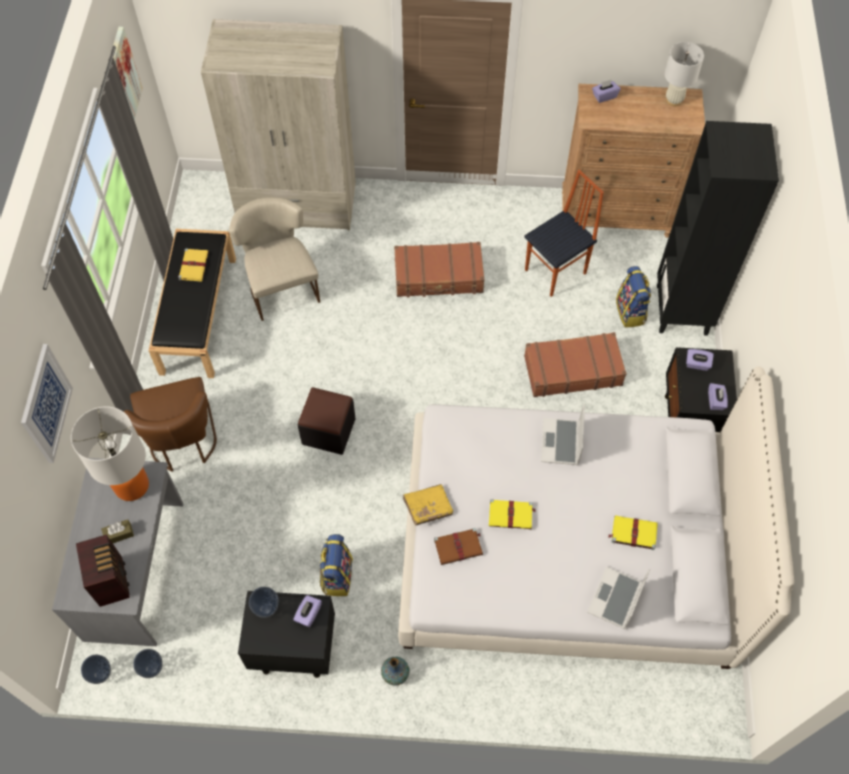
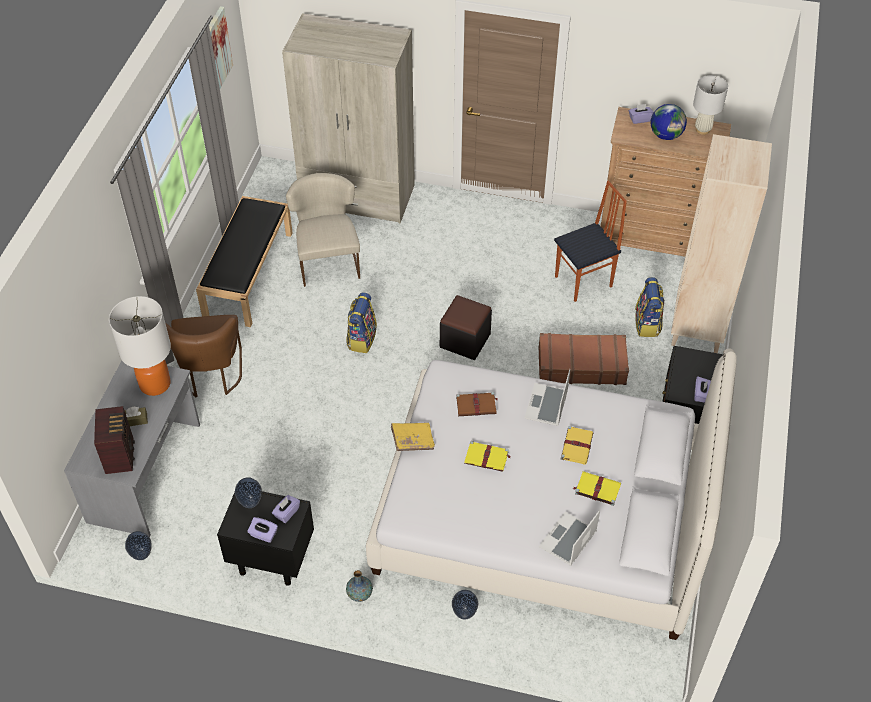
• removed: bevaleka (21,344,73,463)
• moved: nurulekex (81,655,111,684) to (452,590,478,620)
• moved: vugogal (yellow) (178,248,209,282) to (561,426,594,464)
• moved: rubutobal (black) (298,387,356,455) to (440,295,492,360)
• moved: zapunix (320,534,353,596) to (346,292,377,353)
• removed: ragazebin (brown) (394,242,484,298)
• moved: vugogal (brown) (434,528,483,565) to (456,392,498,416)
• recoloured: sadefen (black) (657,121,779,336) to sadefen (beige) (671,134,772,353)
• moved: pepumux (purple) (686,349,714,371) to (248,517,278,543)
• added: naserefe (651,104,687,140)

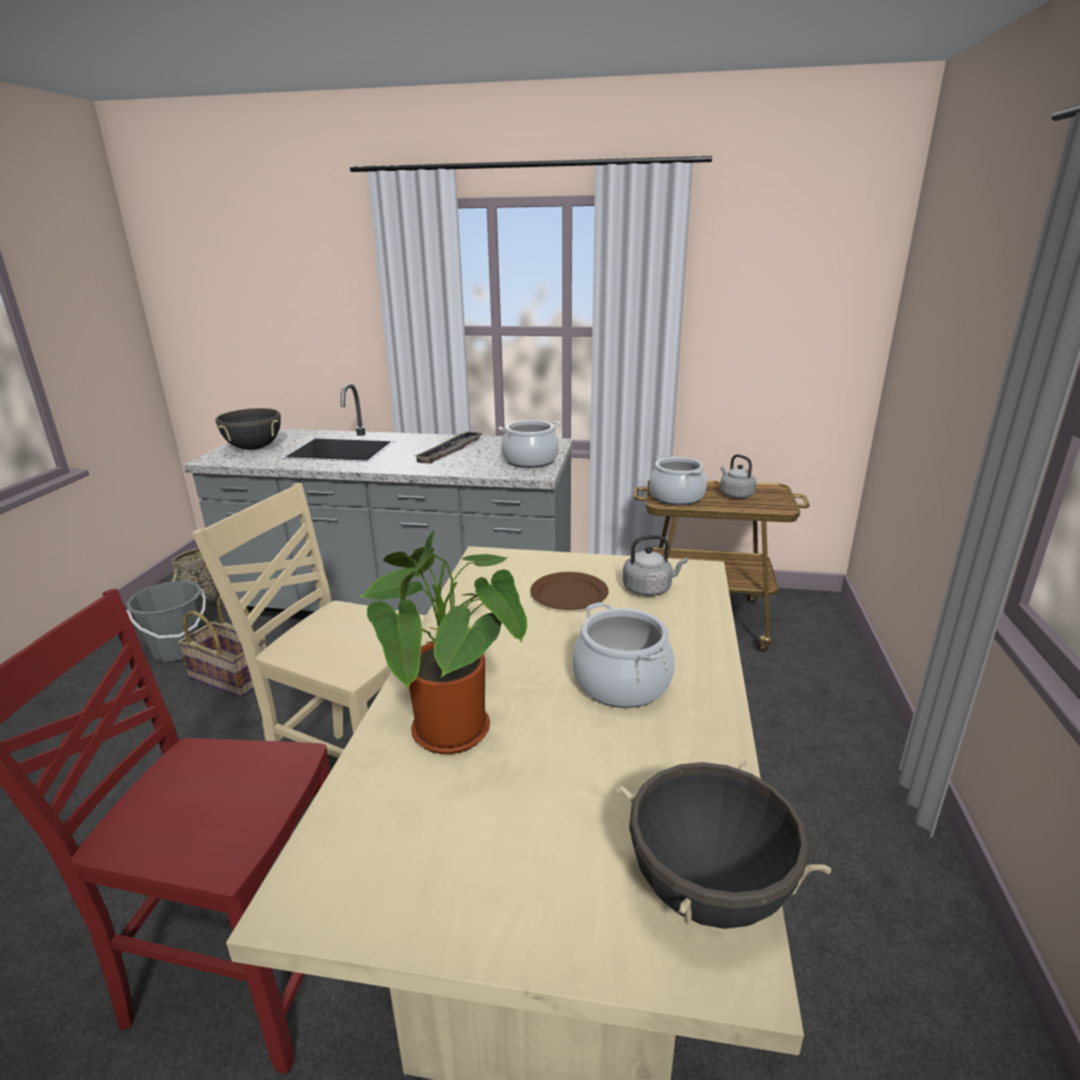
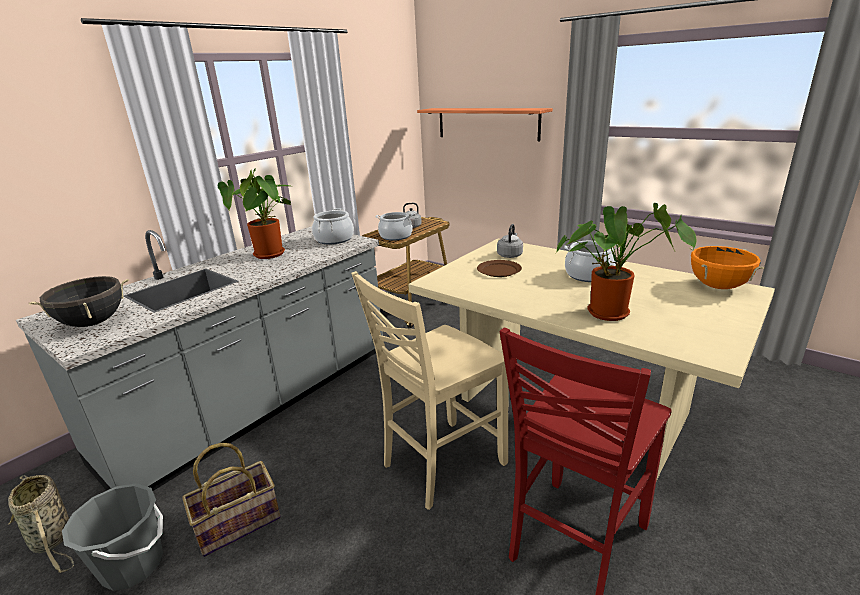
• replaced: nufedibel (413,431,482,464) to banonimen (218,168,291,259)
• recoloured: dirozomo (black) (617,758,831,929) to dirozomo (orange) (689,246,765,289)
• added: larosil (417,108,553,141)

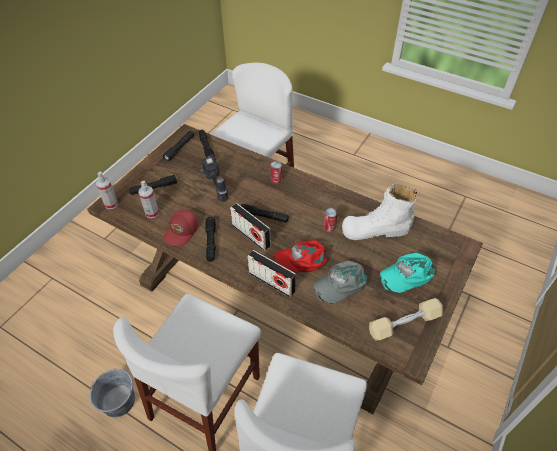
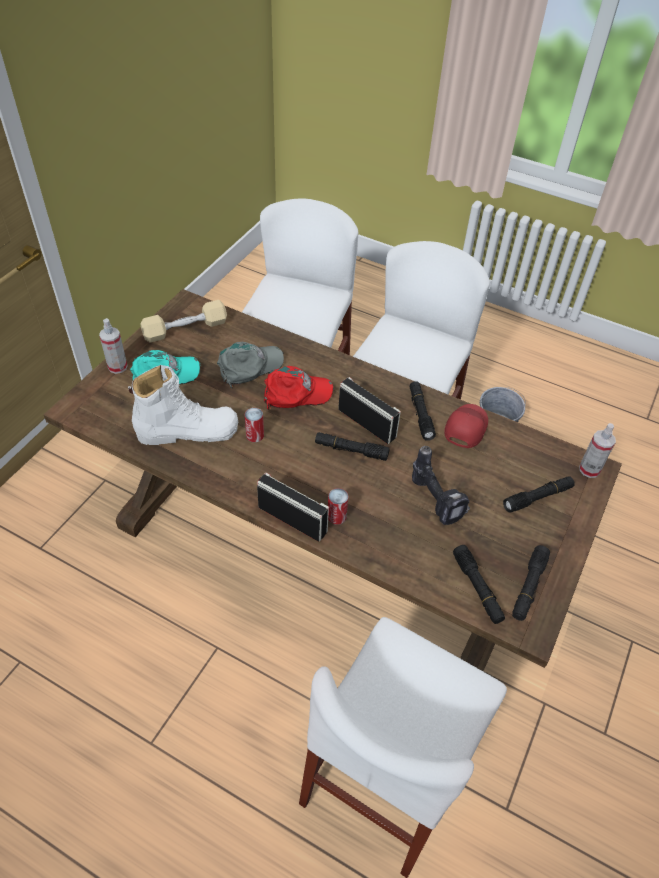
• moved: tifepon (138,181,159,218) to (99,318,128,374)
• moved: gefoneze (247,250,296,297) to (257,473,329,542)

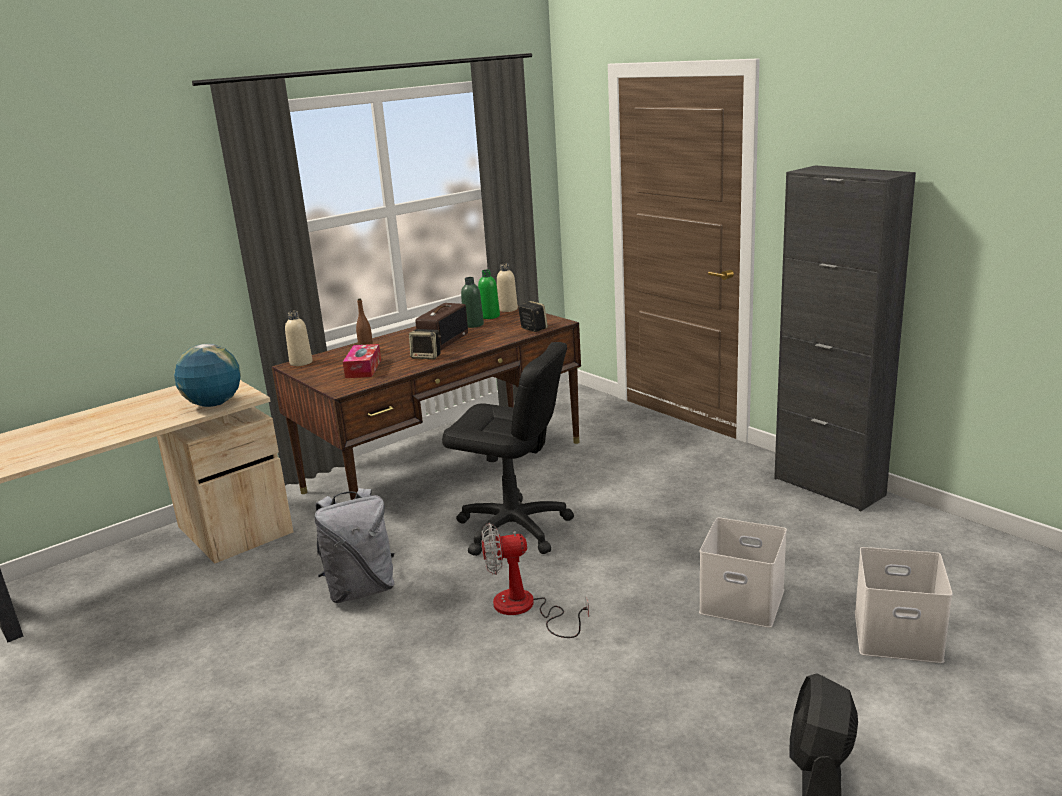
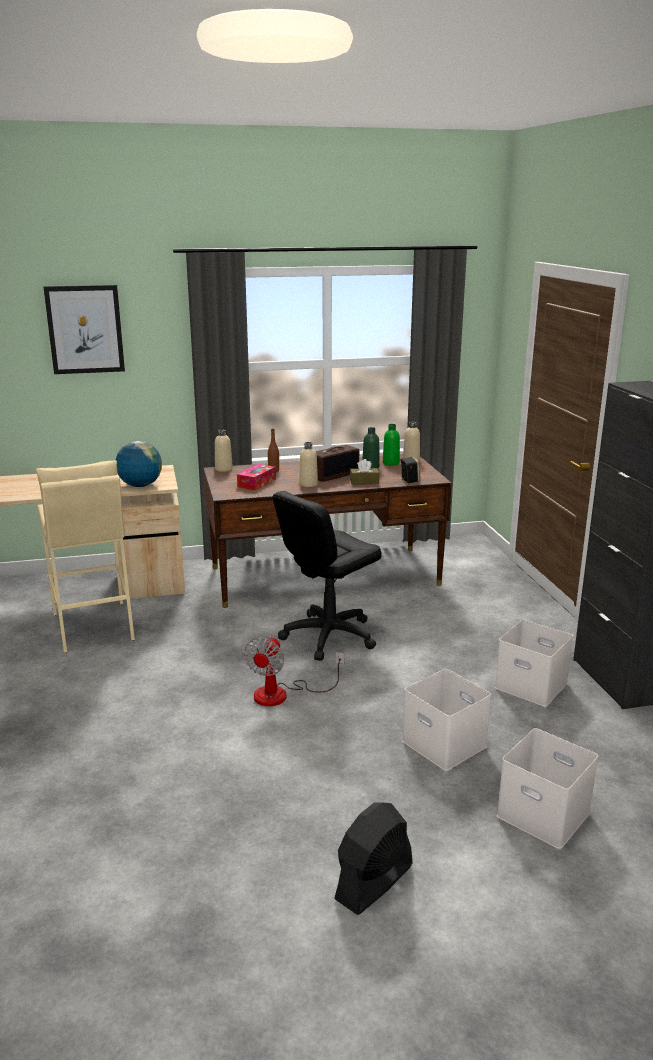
• removed: zapunix (grey) (315,488,394,603)
• replaced: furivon (409,329,441,359) to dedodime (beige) (299,442,318,487)
• turned: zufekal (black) (442,342,574,556) = (272,491,382,661) 90 degrees clockwise
• turned: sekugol (482,523,589,638) = (244,636,344,706) 90 degrees counterclockwise
• added: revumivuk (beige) (36,460,135,653)
• added: bevaleka (44,285,125,374)
• added: pepumux (brown) (350,459,380,485)
• added: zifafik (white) (495,620,573,707)

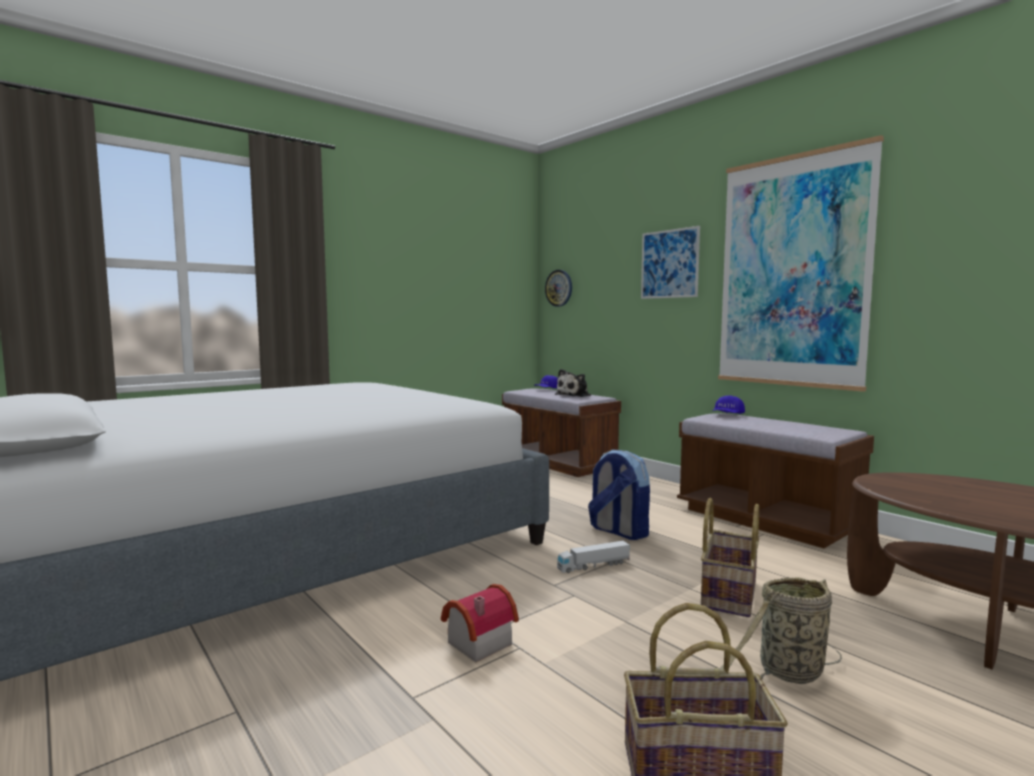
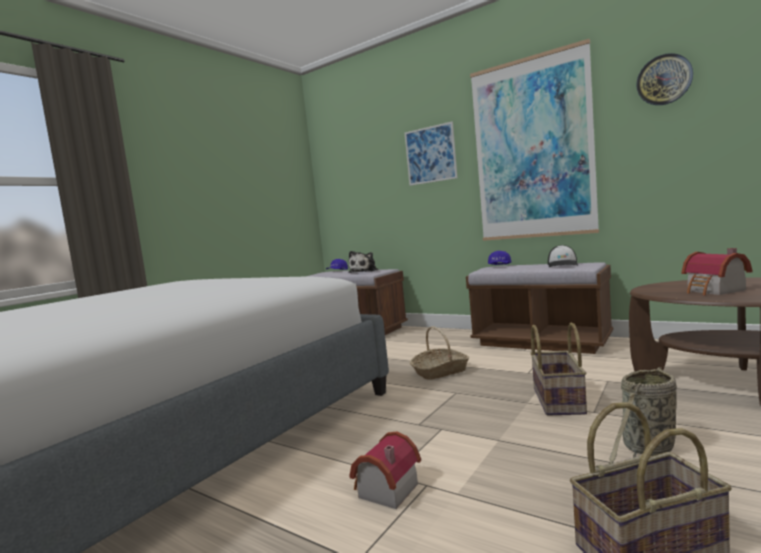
• moved: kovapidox (545,270,572,307) to (636,53,693,105)
• removed: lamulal (557,541,630,573)
• replaced: zapunix (588,450,650,540) to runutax (410,326,469,380)
• added: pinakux (548,245,578,267)
• added: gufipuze (681,248,752,295)

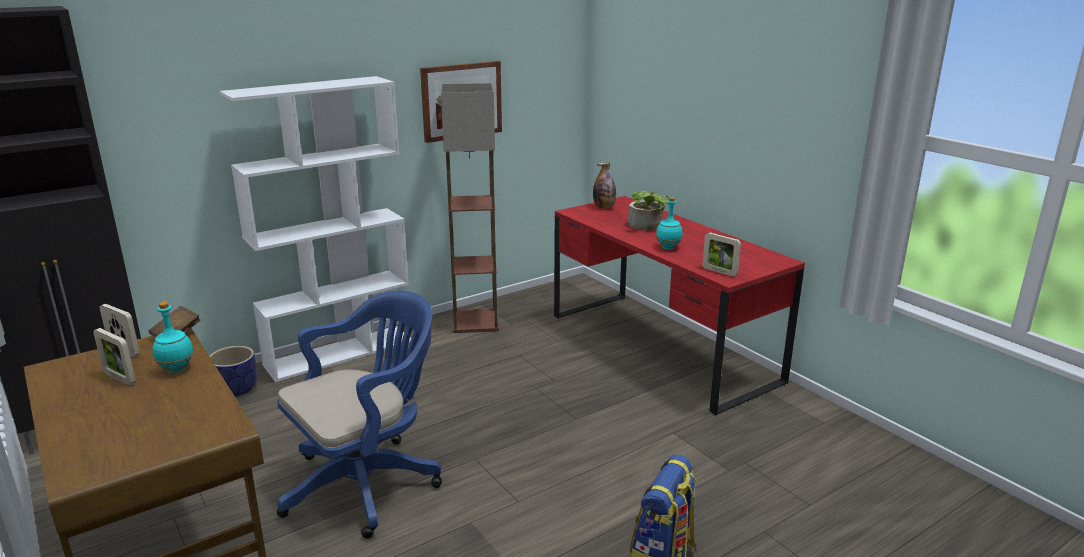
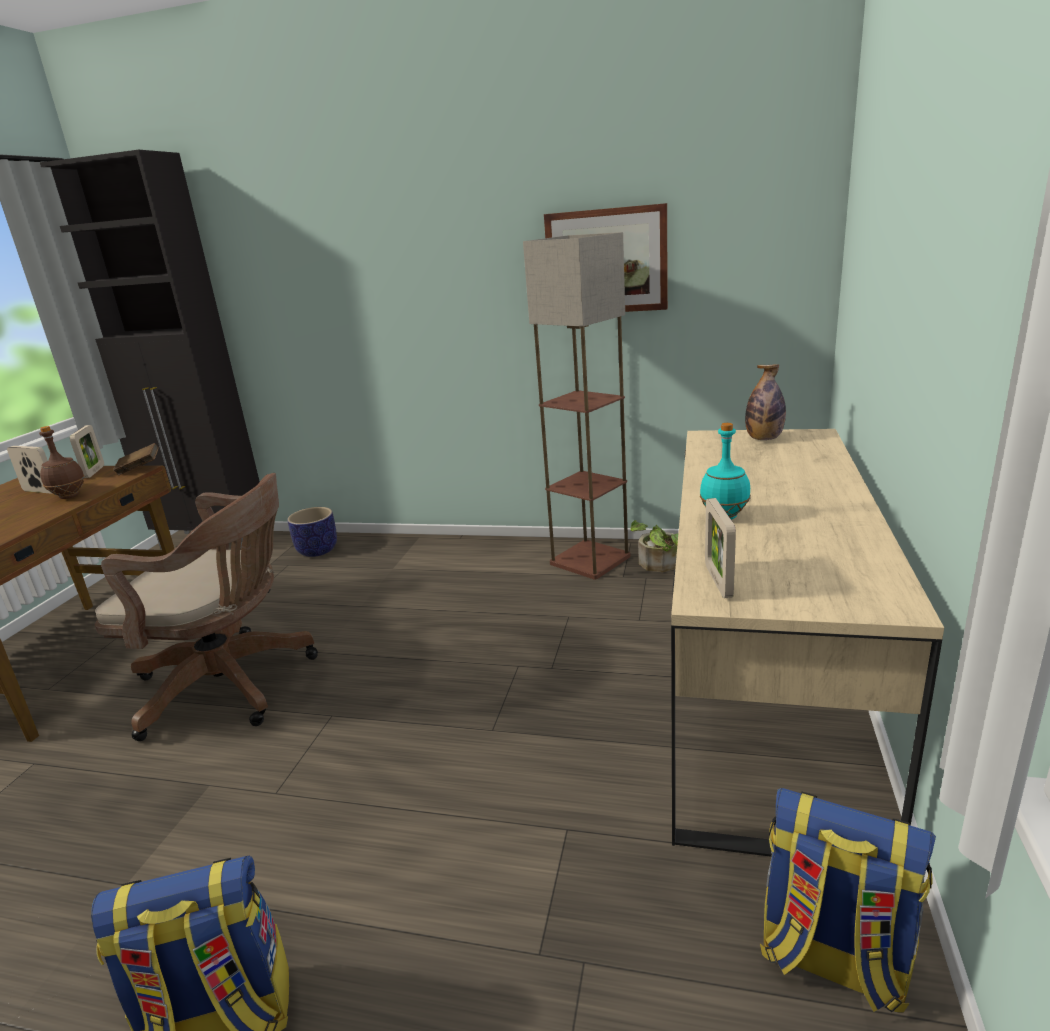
• turned: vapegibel (93,328,136,385) = (7,446,52,494) 120 degrees clockwise
• recoloured: dedodime (turquoise) (153,302,194,373) to dedodime (brown) (39,426,85,499)
• removed: sadefen (white) (219,76,411,382)
• recoloured: zufekal (blue) (277,291,442,539) to zufekal (brown) (95,473,318,741)
• recoloured: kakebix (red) (554,196,805,415) to kakebix (beige) (671,429,944,857)
• moved: banonimen (628,191,672,231) to (631,520,678,572)
• added: zapunix (760,788,936,1013)

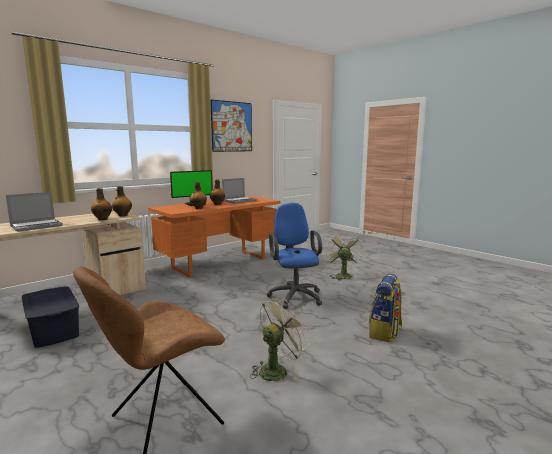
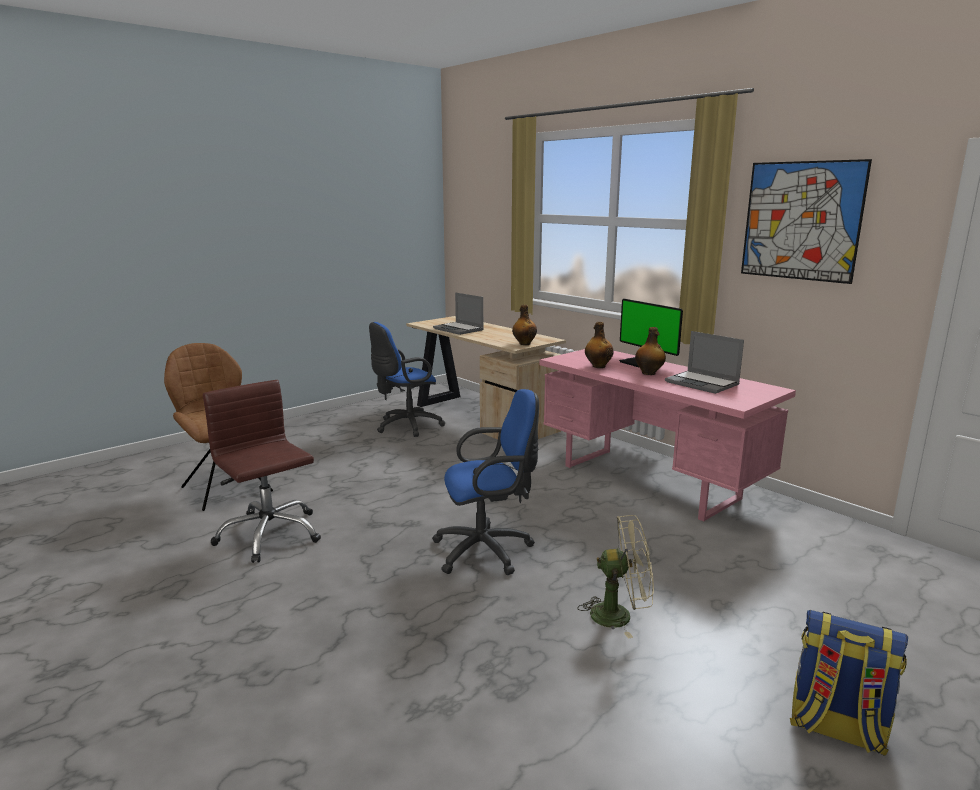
• replaced: zifafik (blue) (22,286,79,348) to zufekal (blue) (369,322,445,437)
• removed: dedodime (91,188,112,220)
• recoloured: kakebix (orange) (148,196,280,277) to kakebix (pink) (539,349,796,522)
• replaced: sekugol (beige) (250,298,310,381) to zufekal (brown) (203,380,321,563)
• moved: zapunix (369,274,402,342) to (790,610,908,756)

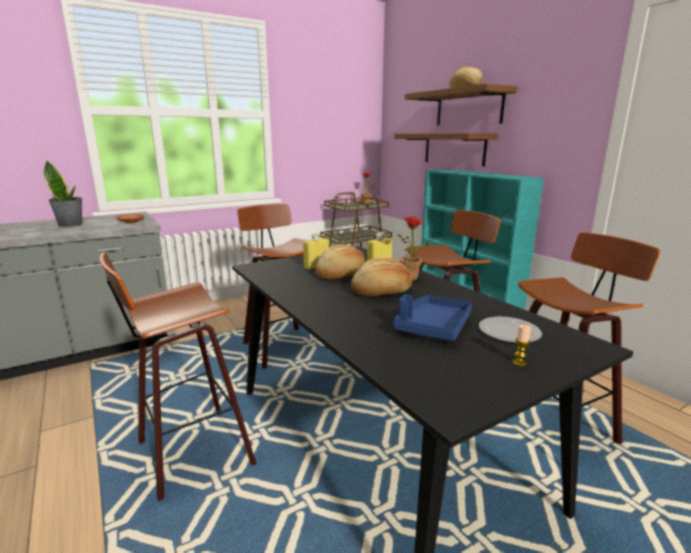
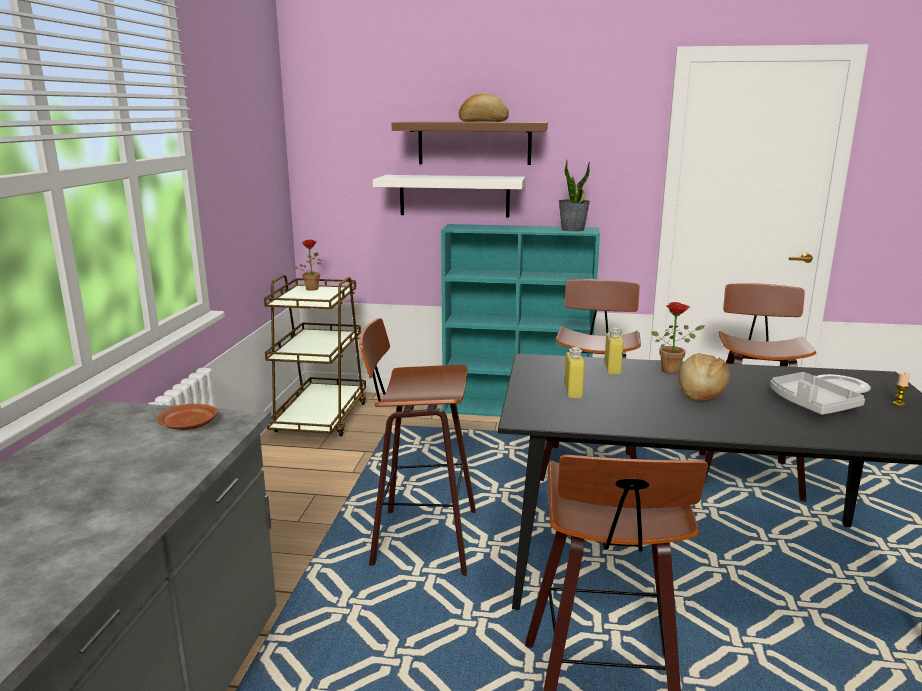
• moved: banonimen (43,160,82,227) to (559,159,590,232)
• removed: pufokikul (315,244,365,280)
• recoloured: nufedibel (blue) (393,294,472,341) to nufedibel (grey) (770,372,865,415)
• recoloured: larosil (brown) (394,133,498,166) to larosil (white) (373,175,525,217)

